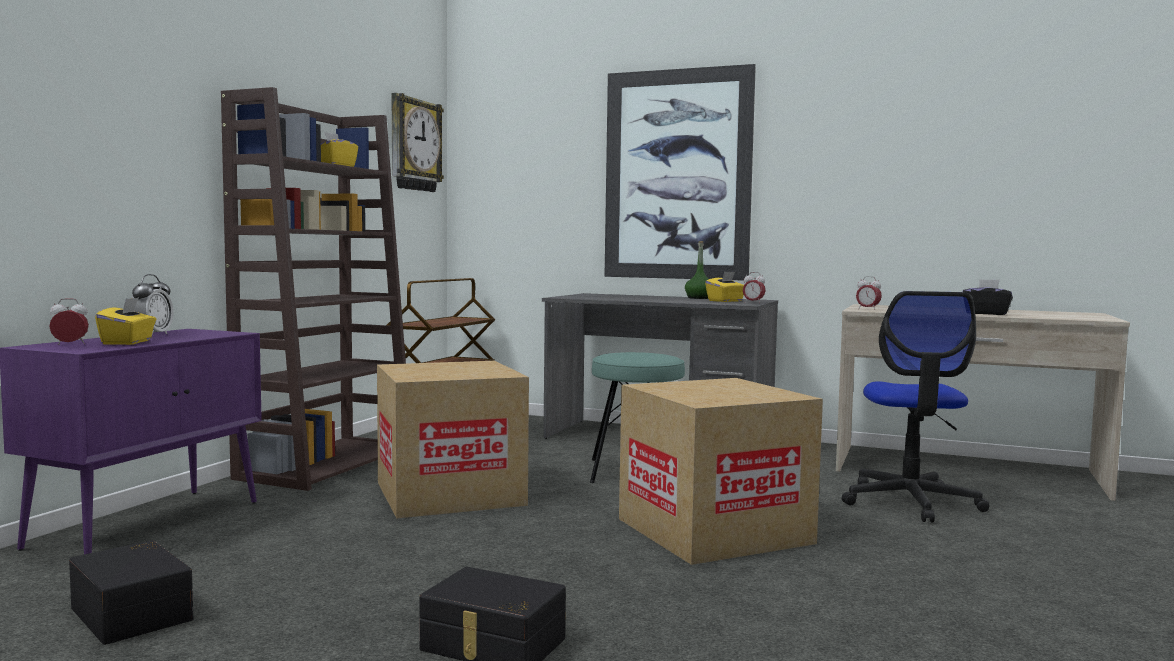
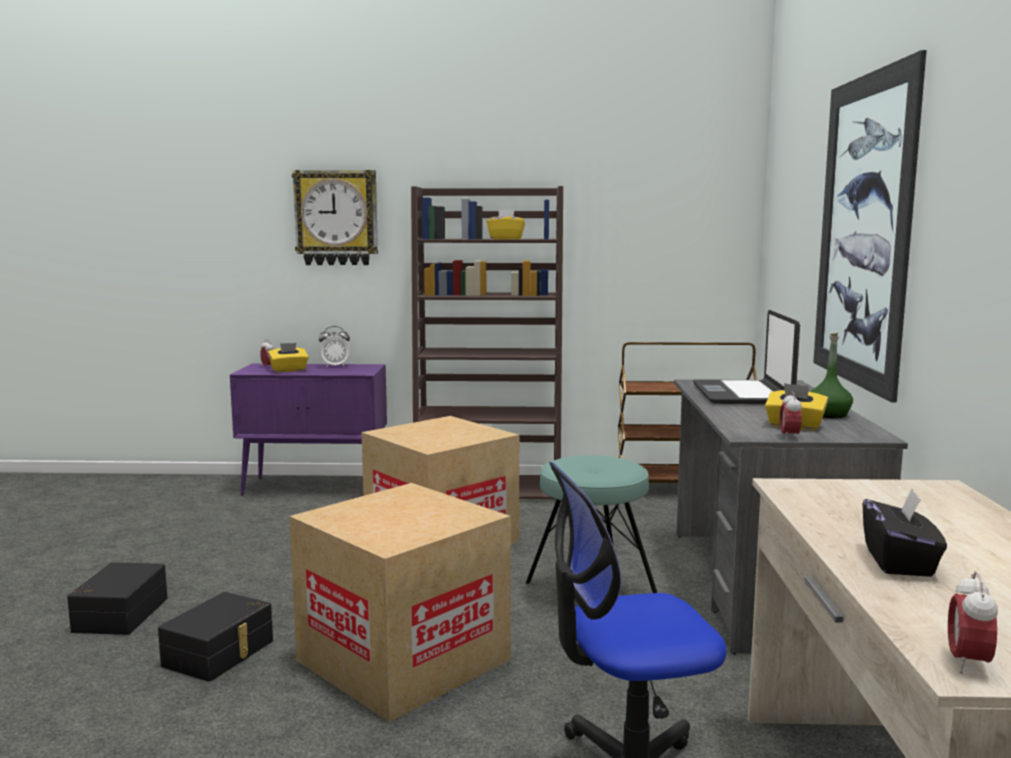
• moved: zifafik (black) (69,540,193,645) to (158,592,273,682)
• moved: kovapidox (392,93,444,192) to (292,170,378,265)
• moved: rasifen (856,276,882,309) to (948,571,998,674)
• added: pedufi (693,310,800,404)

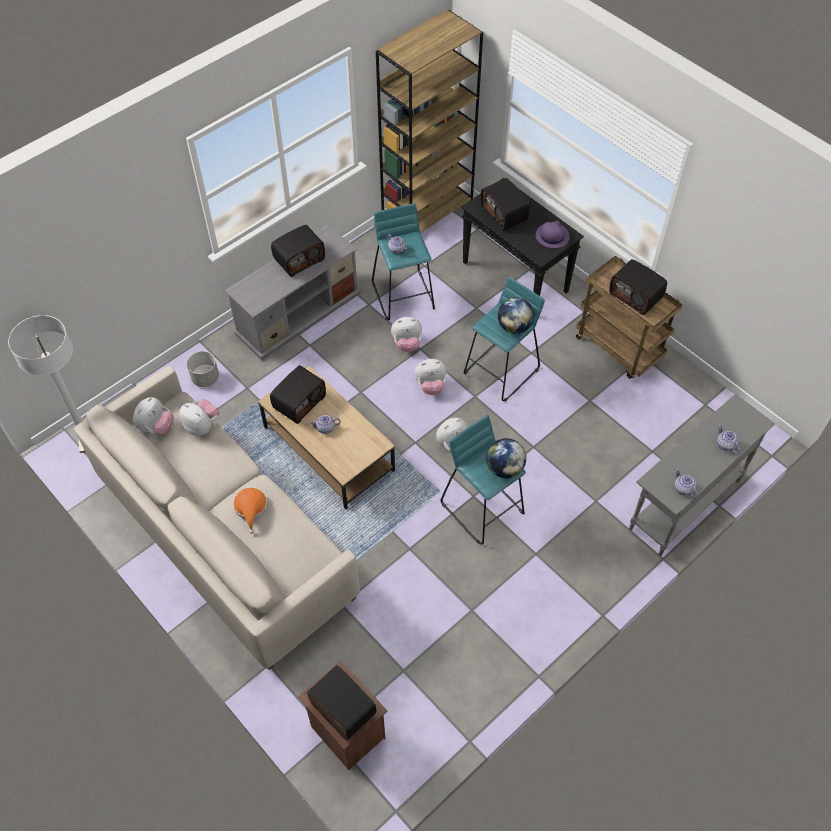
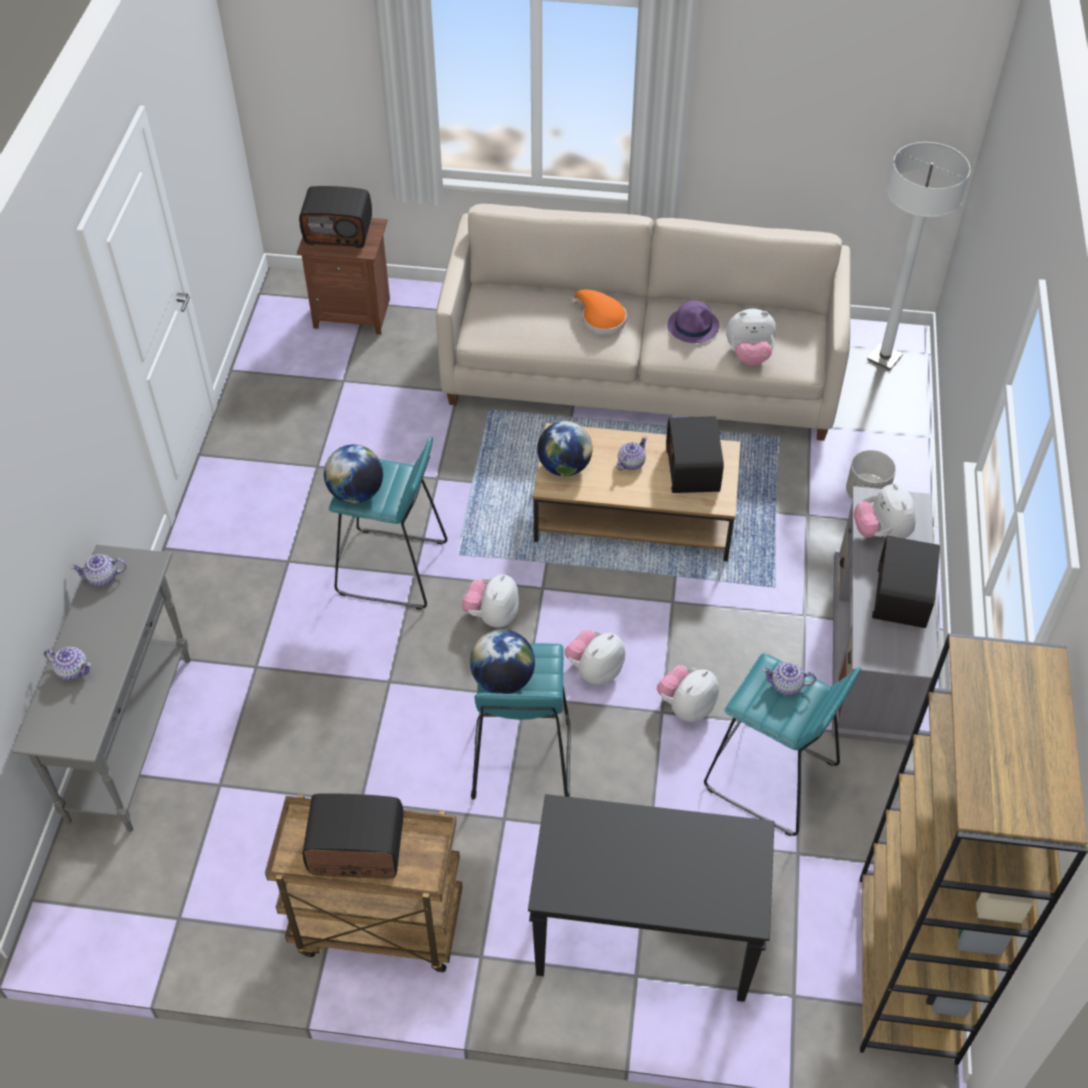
• moved: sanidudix (133,397,174,435) to (854,483,916,539)
• removed: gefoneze (481,178,530,231)
• moved: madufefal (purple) (536,221,570,248) to (667,301,720,343)
• turned: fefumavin (674,468,698,498) = (70,554,126,586) 150 degrees clockwise
• added: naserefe (537,421,593,476)

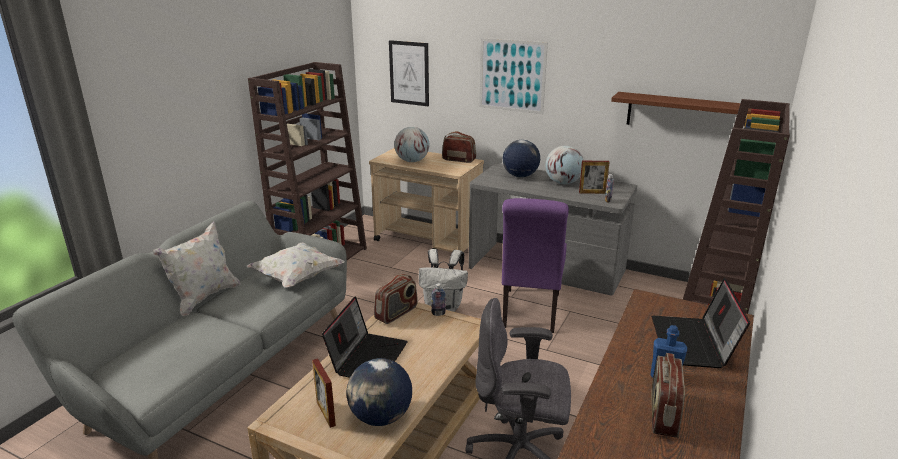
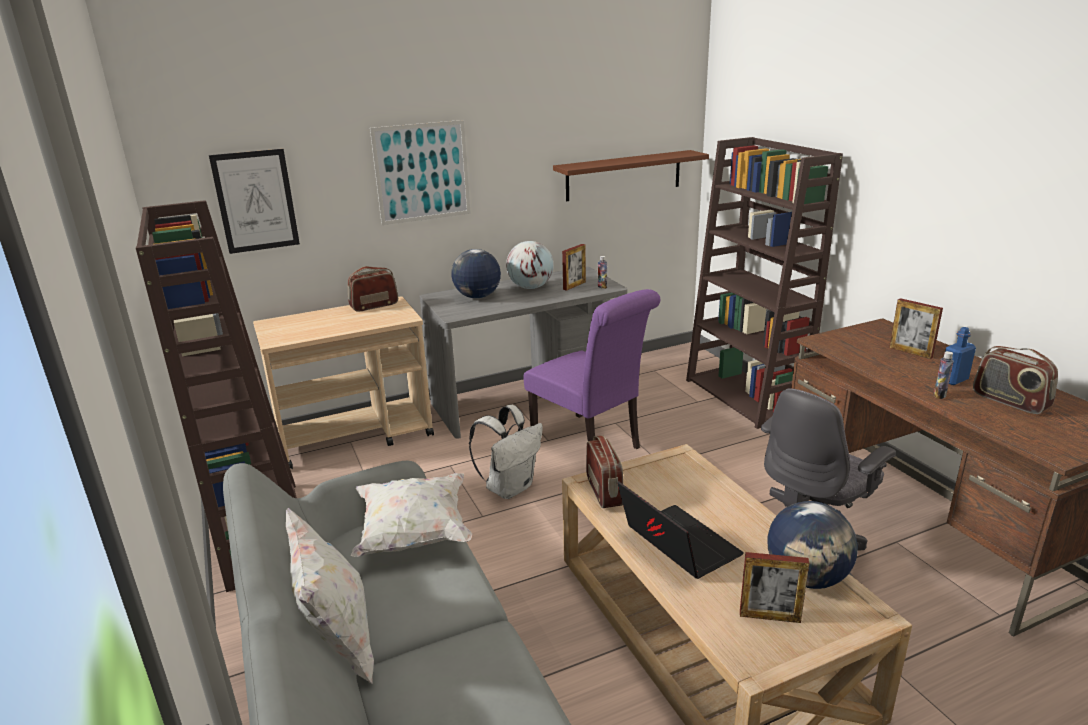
• removed: naserefe (394,127,429,162)
• moved: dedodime (431,283,446,316) to (934,351,954,399)
• replaced: pedufi (651,278,750,368) to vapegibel (889,298,943,359)

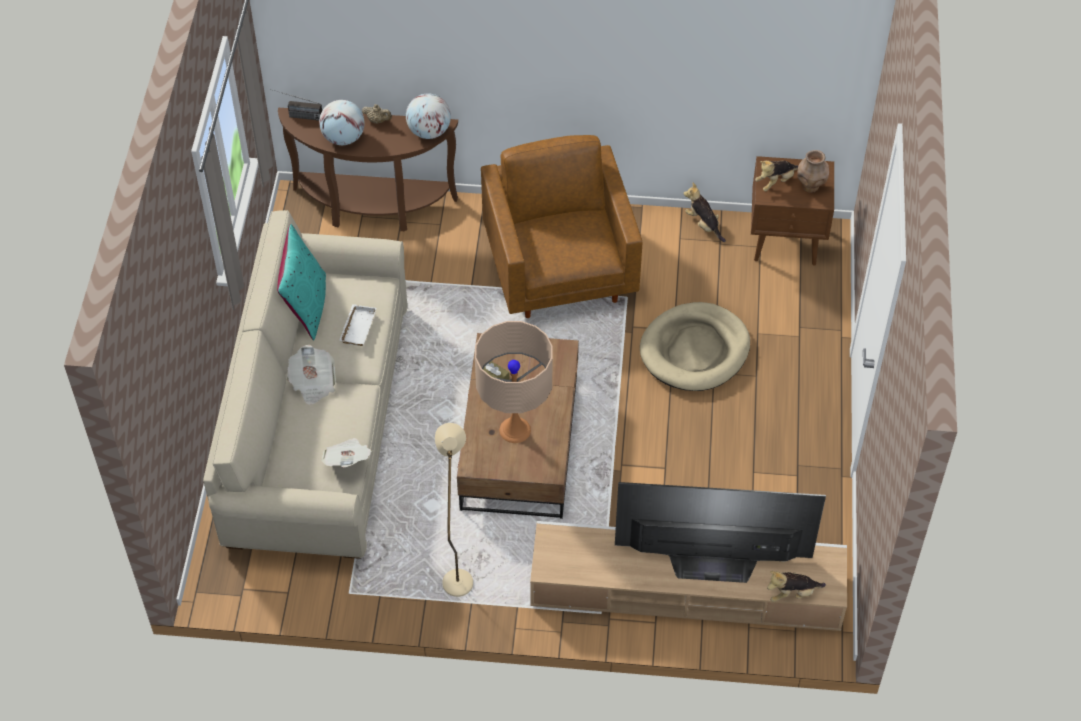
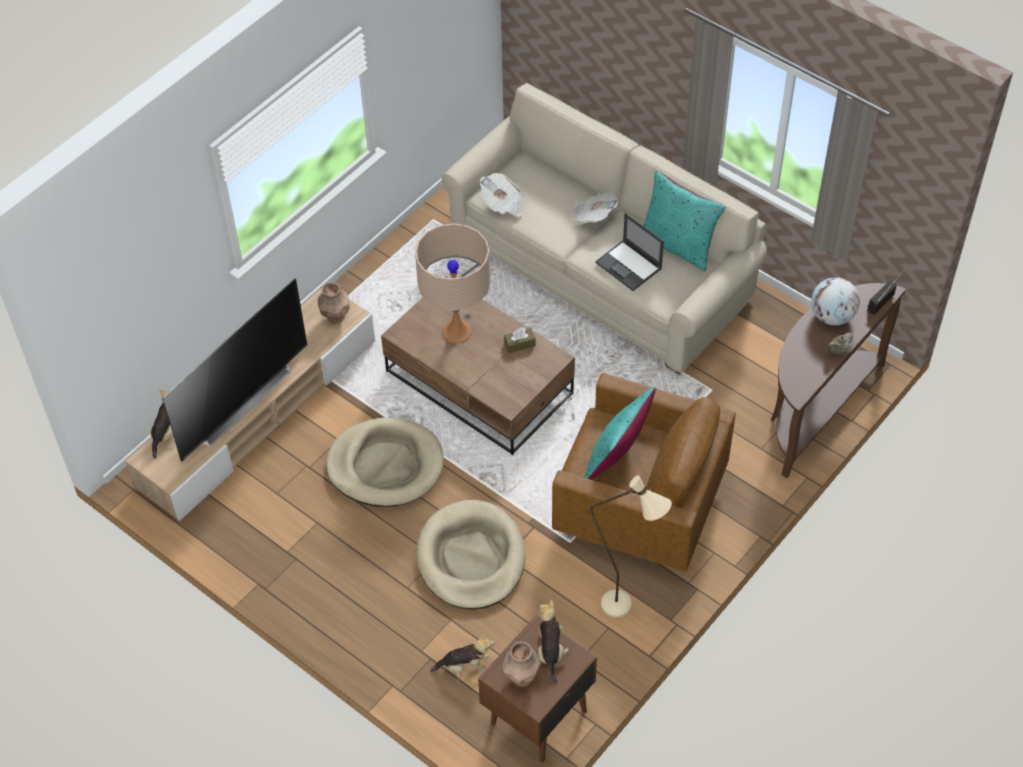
• replaced: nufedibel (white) (339,304,376,346) to pedufi (595,213,664,291)
• removed: naserefe (406,93,451,139)
• moved: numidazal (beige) (435,423,473,597) to (590,475,672,618)
• moved: sanidudix (683,183,726,242) to (430,634,495,678)
• added: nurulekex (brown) (318,282,350,323)
• added: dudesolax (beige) (326,417,444,507)
• added: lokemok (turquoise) (584,387,656,480)

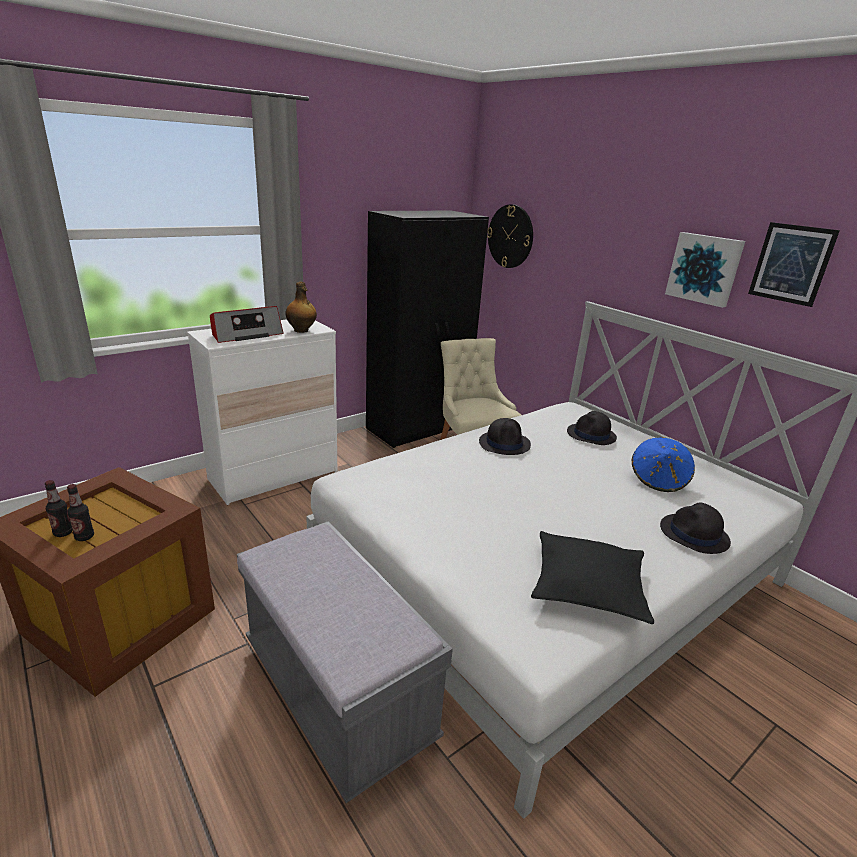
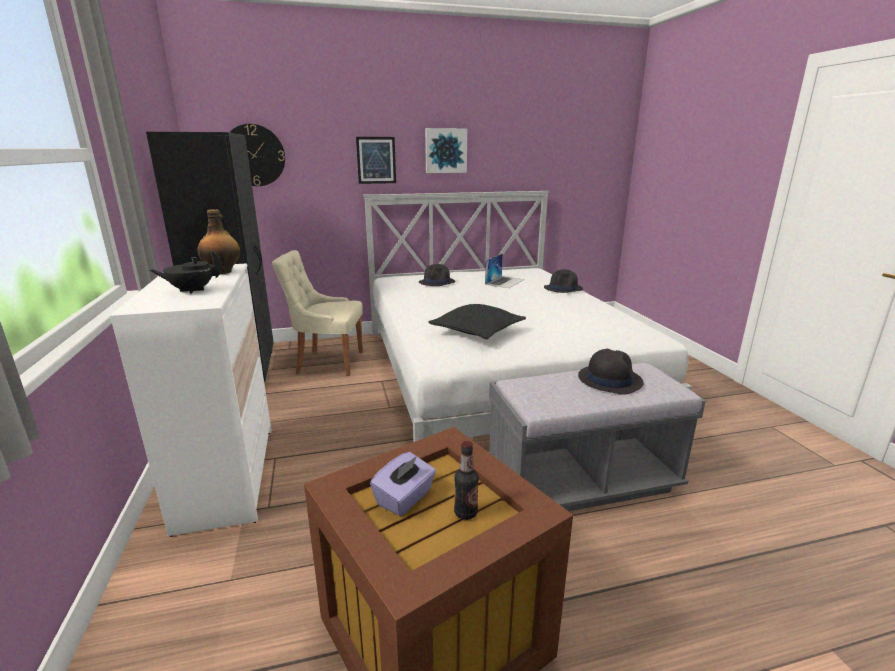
• removed: dedodime (45,480,73,537)
• replaced: gefoneze (210,306,284,343) to fefumavin (black) (150,251,222,294)
• moved: madufefal (black) (479,418,531,455) to (578,349,644,395)
• moved: lokemok (black) (531,531,654,624) to (428,304,526,339)
• replaced: madufefal (blue) (631,437,695,492) to pedufi (485,254,525,288)
• moved: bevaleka (748,222,840,307) to (356,137,396,184)
• added: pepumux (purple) (370,452,436,516)

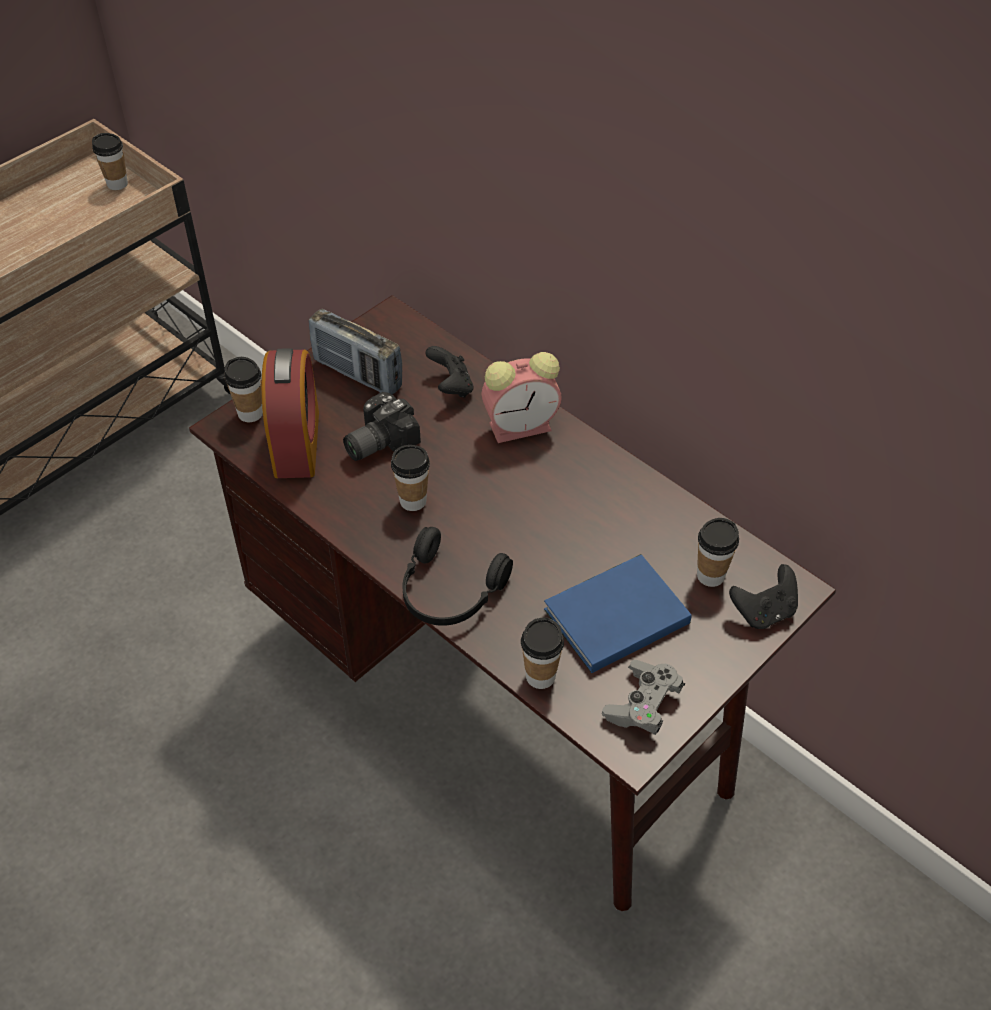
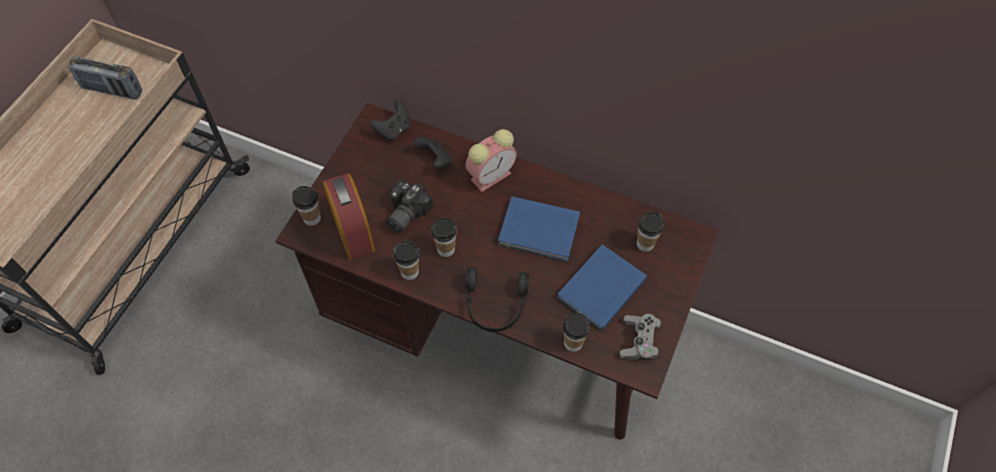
• moved: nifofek (92,133,128,190) to (393,241,420,280)
• moved: gefoneze (309,309,403,395) to (68,56,142,100)
• moved: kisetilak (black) (729,564,798,629) to (370,100,411,140)
• added: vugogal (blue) (498,197,580,261)

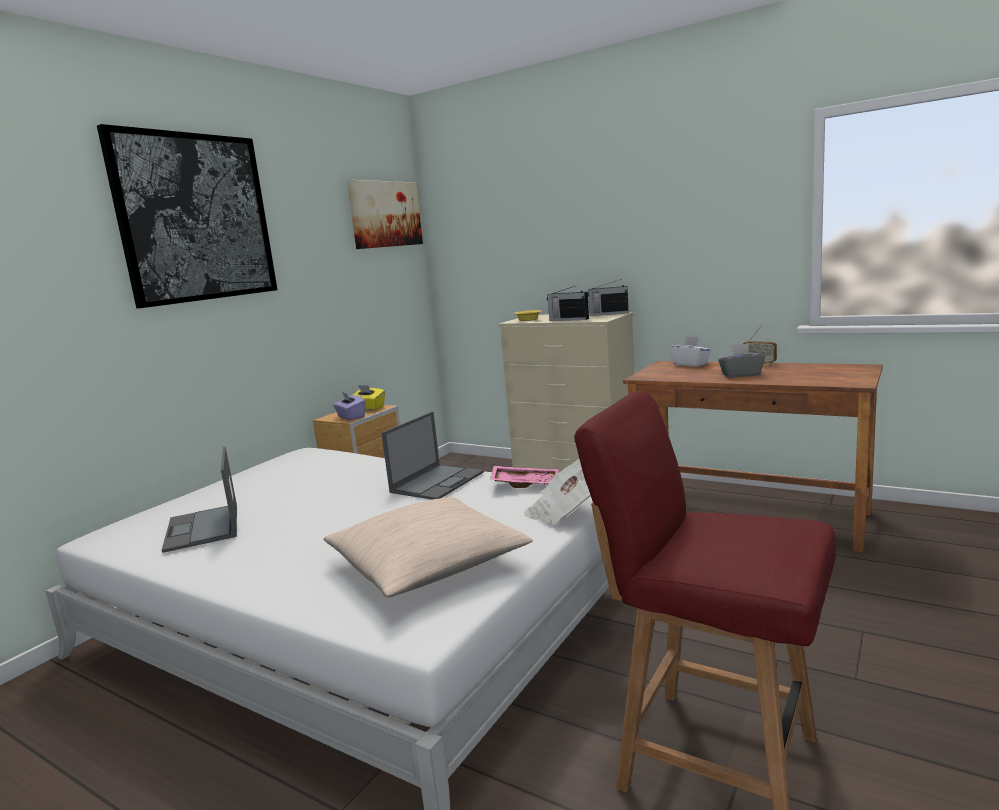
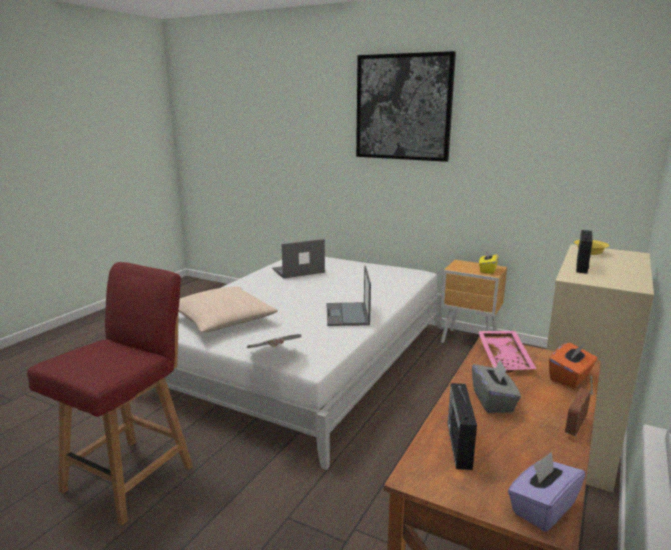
• moved: pepumux (purple) (333,392,366,420) to (508,451,585,532)
• removed: bevaleka (347,180,423,249)
• turned: pedufi (381,412,484,500) = (326,266,371,326) 60 degrees clockwise
• moved: nufedibel (pink) (490,466,559,488) to (478,331,536,373)
• moved: gefoneze (588,279,629,316) to (448,383,477,470)
• recoloured: pepumux (white) (669,336,711,367) to pepumux (orange) (549,343,597,388)

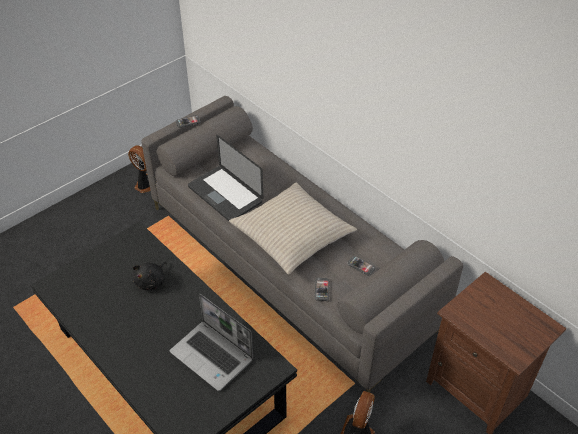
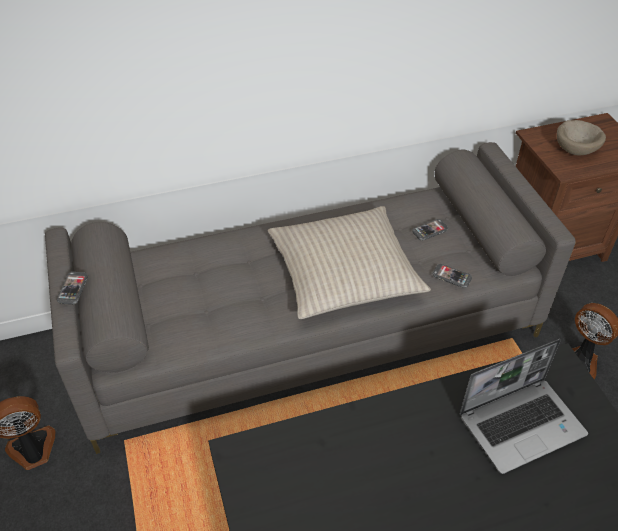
• removed: sanidudix (black) (133,261,167,290)
• removed: pedufi (188,135,263,221)
• added: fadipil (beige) (557,120,606,155)

